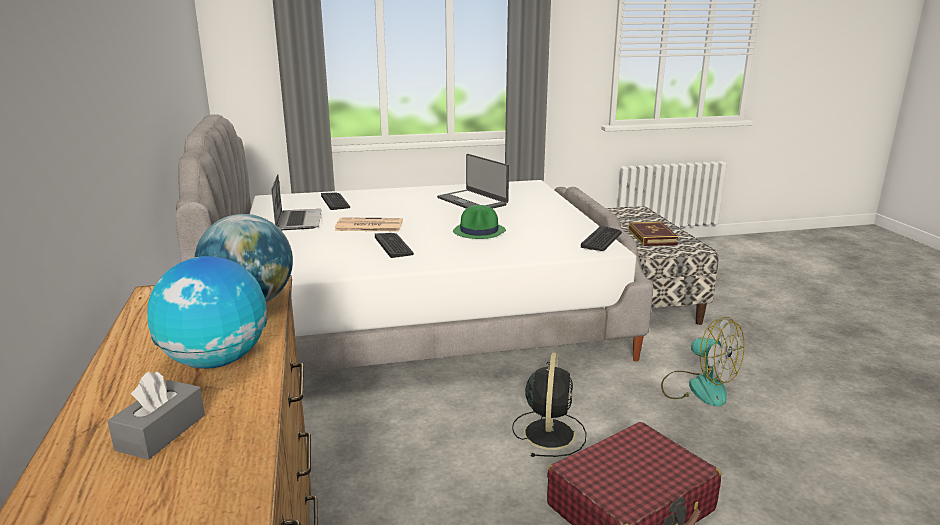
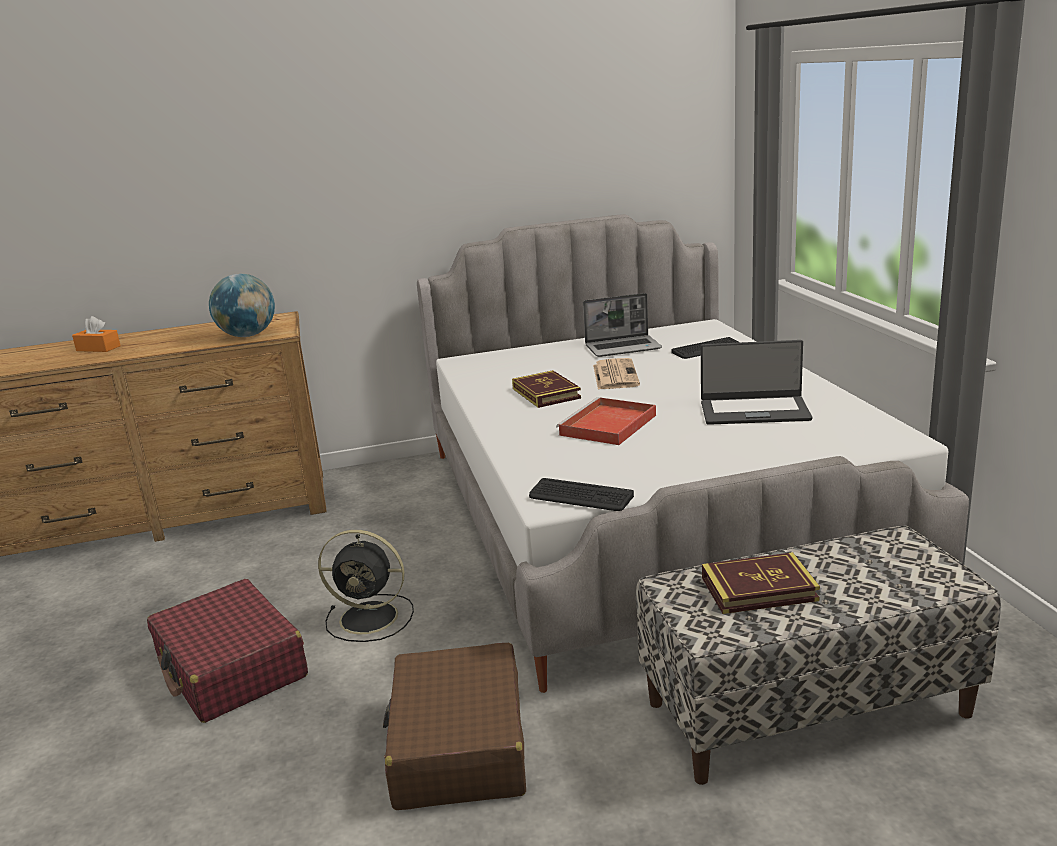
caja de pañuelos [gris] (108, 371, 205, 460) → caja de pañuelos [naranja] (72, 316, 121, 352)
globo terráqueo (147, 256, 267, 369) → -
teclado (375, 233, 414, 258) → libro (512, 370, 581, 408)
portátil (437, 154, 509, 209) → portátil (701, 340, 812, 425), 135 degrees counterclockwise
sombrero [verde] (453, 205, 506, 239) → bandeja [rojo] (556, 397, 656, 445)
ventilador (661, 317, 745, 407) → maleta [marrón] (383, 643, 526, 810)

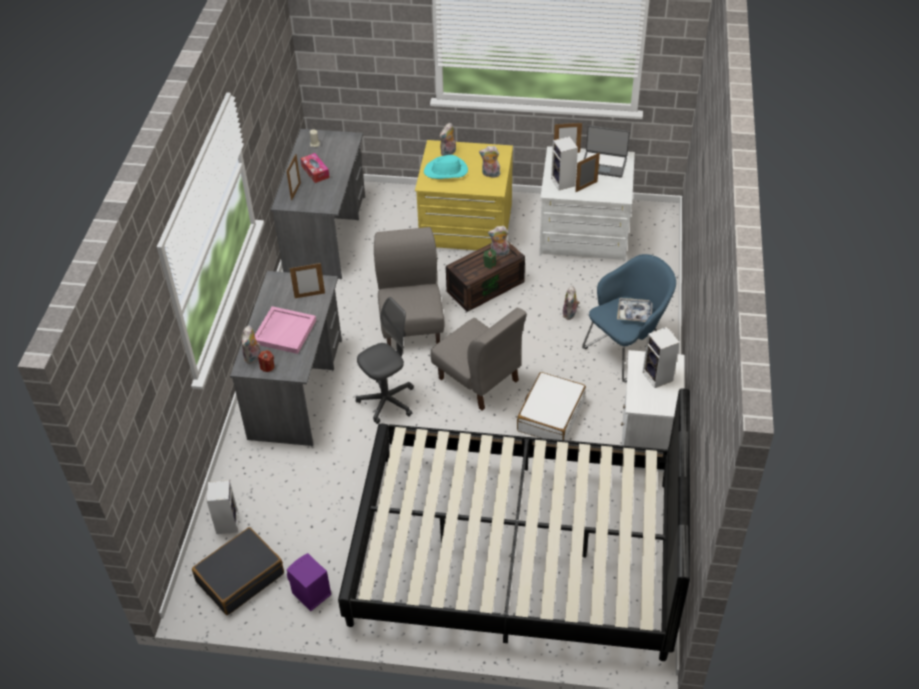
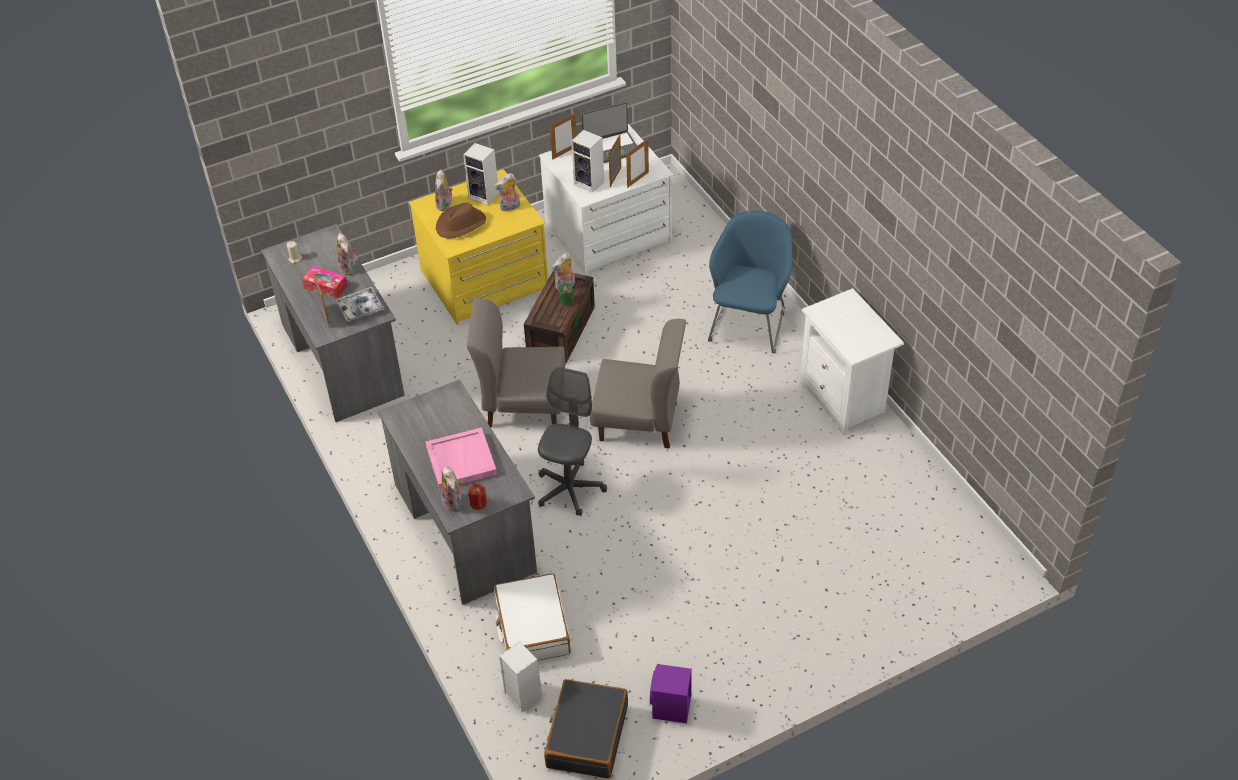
portarretratos (290, 263, 325, 298) → portarretratos (626, 139, 649, 188), relocated
cama [negro] (338, 388, 690, 661) → -
silla [gris] (374, 227, 445, 346) → silla [gris] (467, 298, 566, 428), 45 degrees counterclockwise
sombrero [turquesa] (424, 155, 468, 179) → sombrero [marrón] (436, 203, 486, 239)
maleta [blanco] (517, 372, 586, 440) → maleta [blanco] (494, 573, 570, 660), relocated
peluche (562, 286, 580, 320) → peluche (337, 233, 356, 275), relocated
bandeja (617, 298, 653, 322) → bandeja (336, 287, 384, 322), relocated
altavoz (643, 327, 680, 388) → altavoz (463, 143, 499, 205), relocated

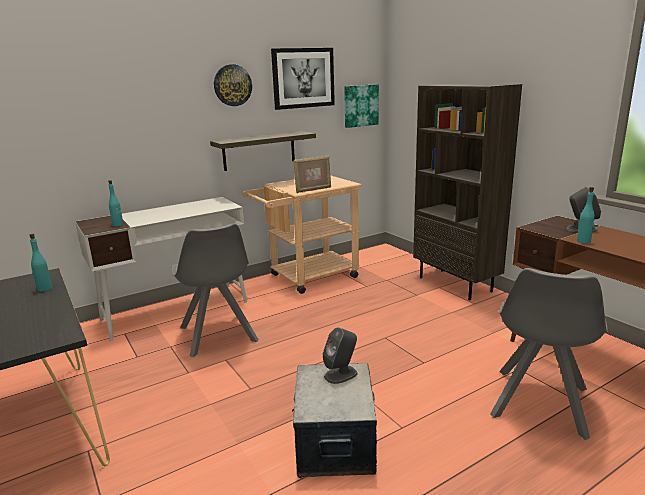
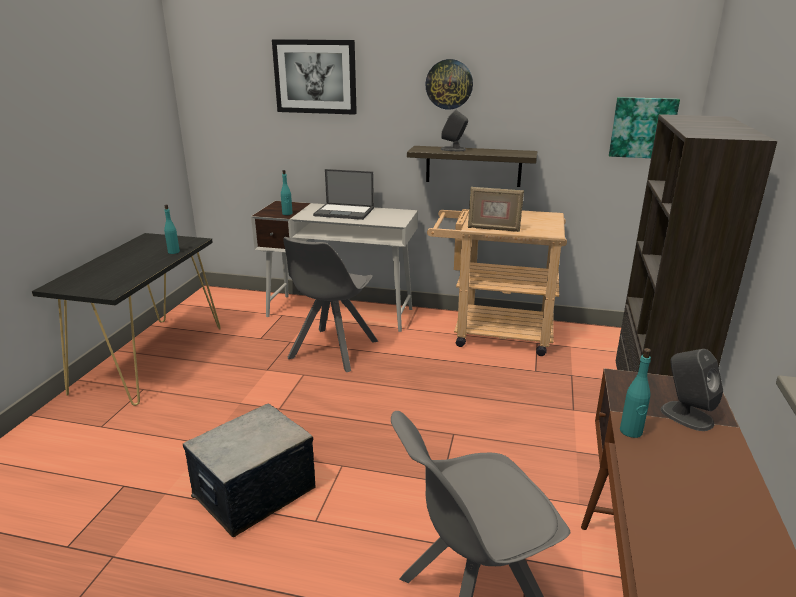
cuadro (271, 48, 335, 110) → cuadro (272, 39, 357, 115), relocated
altavoz [gris] (323, 327, 358, 384) → altavoz [gris] (440, 110, 468, 151), relocated
- → portátil (313, 169, 374, 220)

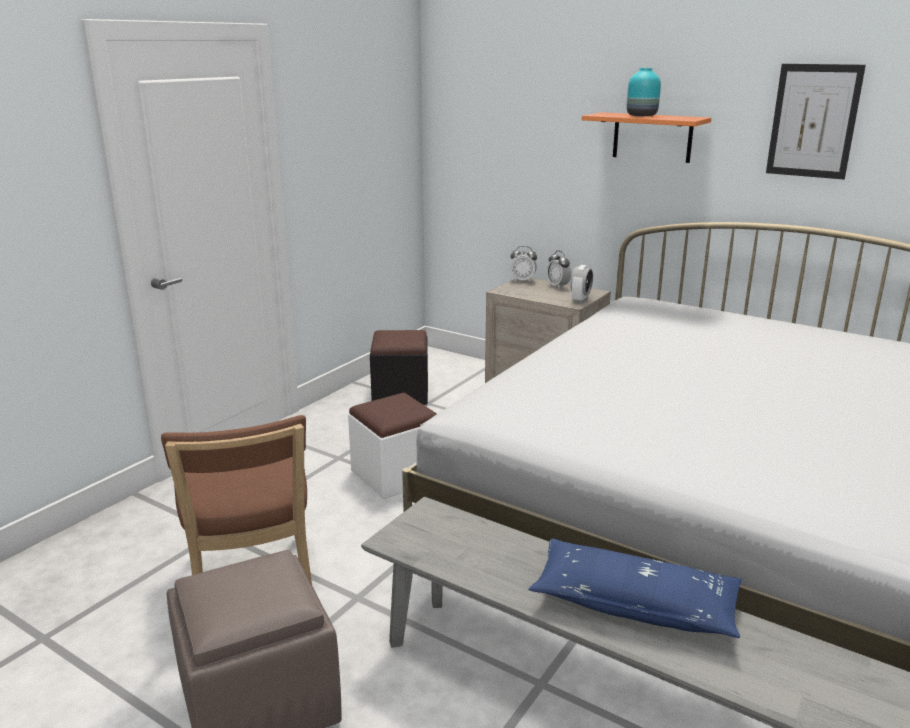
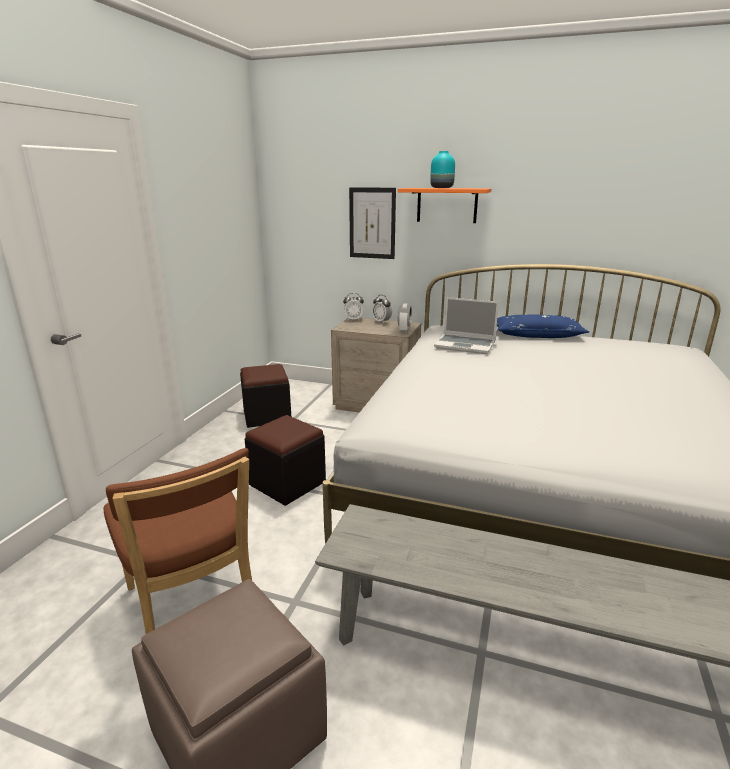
puf [blanco] (348, 393, 437, 499) → puf [negro] (245, 415, 326, 506)
cojín [azul] (528, 539, 741, 638) → cojín [azul] (497, 315, 589, 338), relocated
cuadro (766, 64, 866, 179) → cuadro (349, 187, 396, 259), relocated
- → portátil (434, 297, 499, 354)

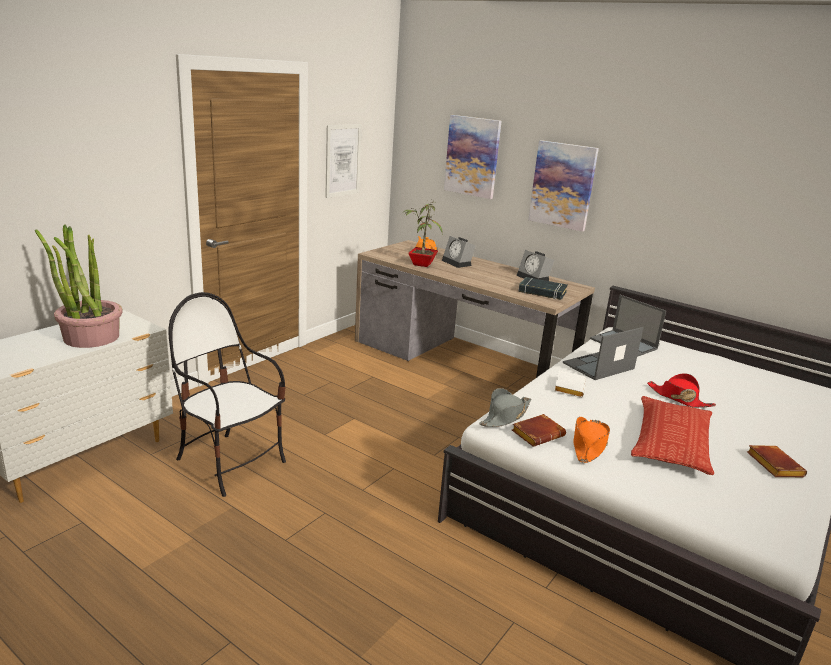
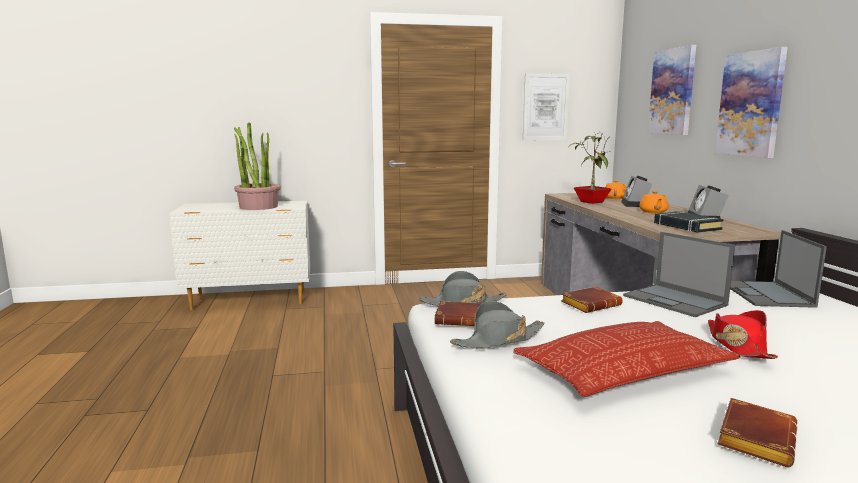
silla (168, 292, 286, 497) → -
libro [blanco] (554, 370, 586, 398) → libro [marrón] (561, 287, 623, 313)
portátil (563, 327, 643, 380) → portátil (623, 232, 735, 317), 135 degrees counterclockwise
sombrero [naranja] (573, 417, 610, 463) → sombrero [gris] (450, 301, 545, 349)
- → tetera [naranja] (639, 191, 669, 213)

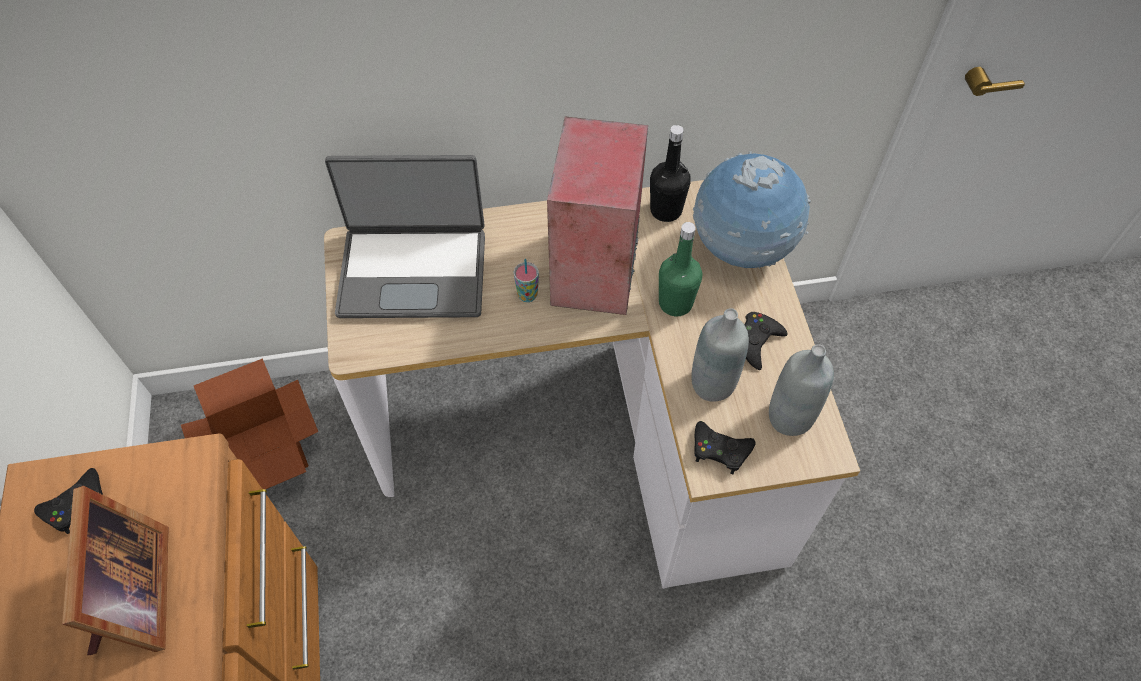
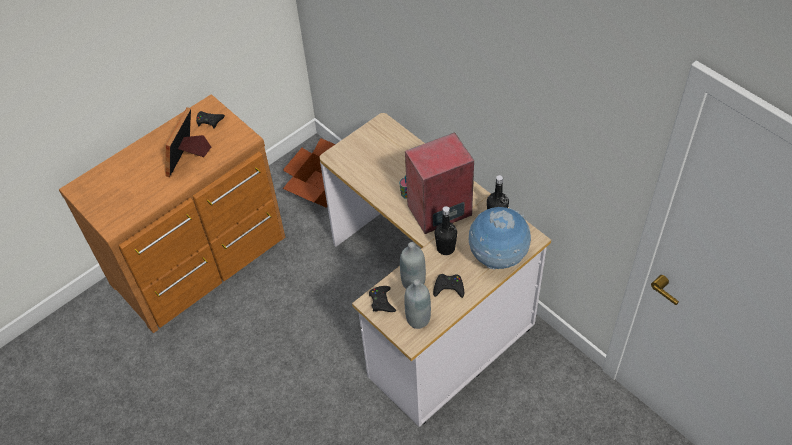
portarretratos (62, 486, 169, 655) → portarretratos (165, 107, 211, 177), 150 degrees clockwise
portátil (325, 155, 485, 318) → -
botella [verde] (659, 222, 703, 316) → botella [negro] (435, 206, 457, 255)

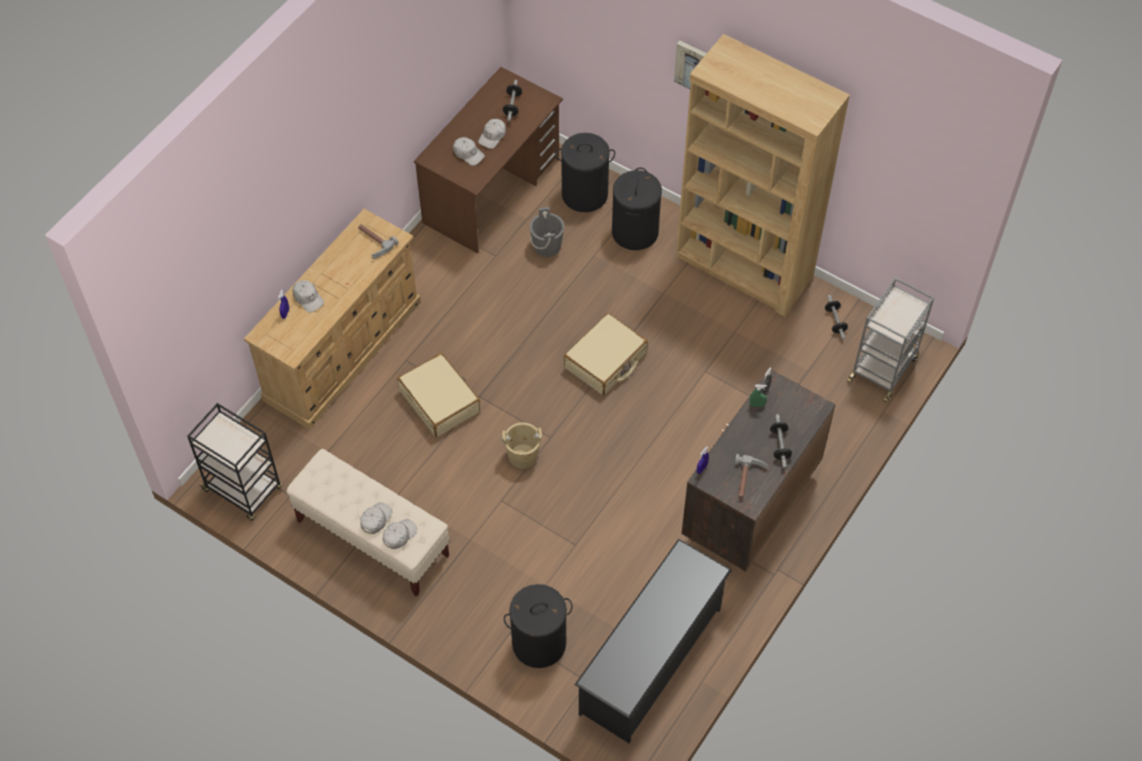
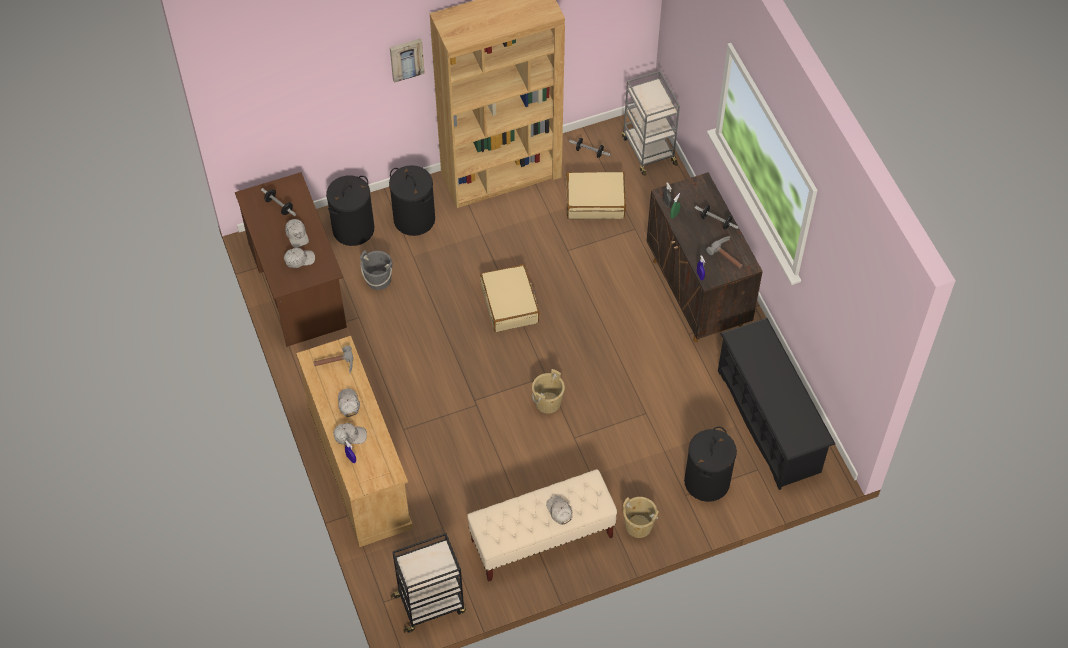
gorra [blanco] (383, 519, 417, 549) → gorra [blanco] (338, 388, 360, 417), relocated
maleta [beis] (397, 353, 480, 437) → maleta [beis] (566, 171, 626, 219), relocated
- → cubo [beis] (623, 497, 659, 538)

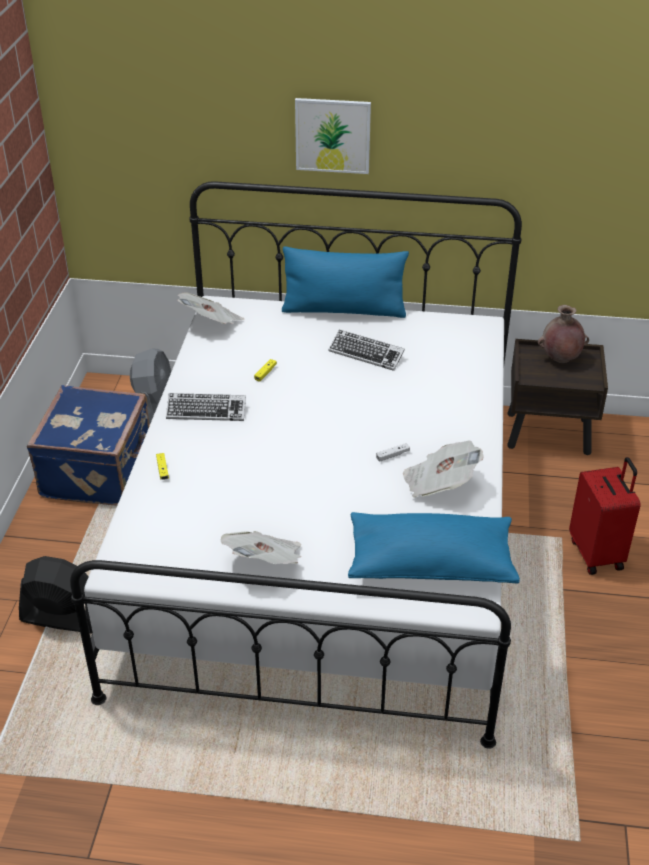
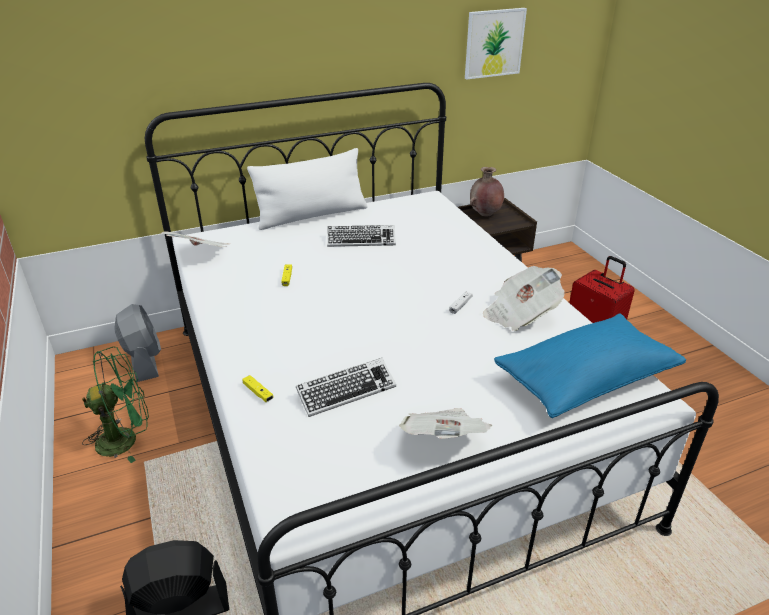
maleta [azul] (27, 385, 149, 506) → ventilador [verde] (82, 347, 149, 463)
teclado (166, 393, 246, 421) → teclado (296, 358, 396, 417), relocated
cojín [azul] (282, 247, 409, 318) → cojín [blanco] (247, 148, 367, 230)
cuadro (295, 98, 371, 174) → cuadro (465, 8, 527, 80), relocated

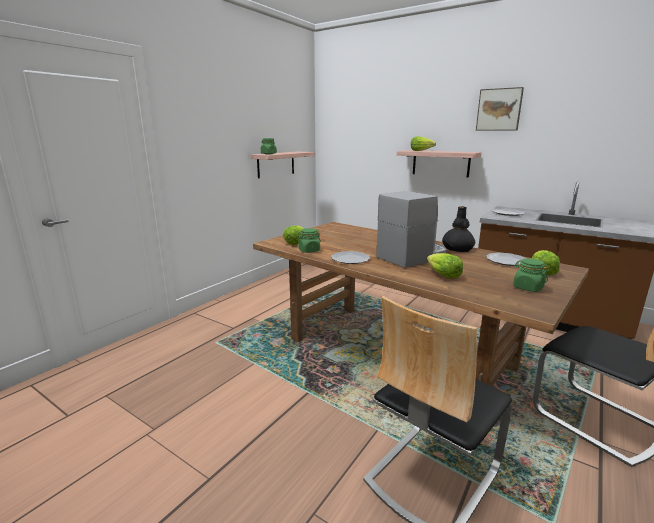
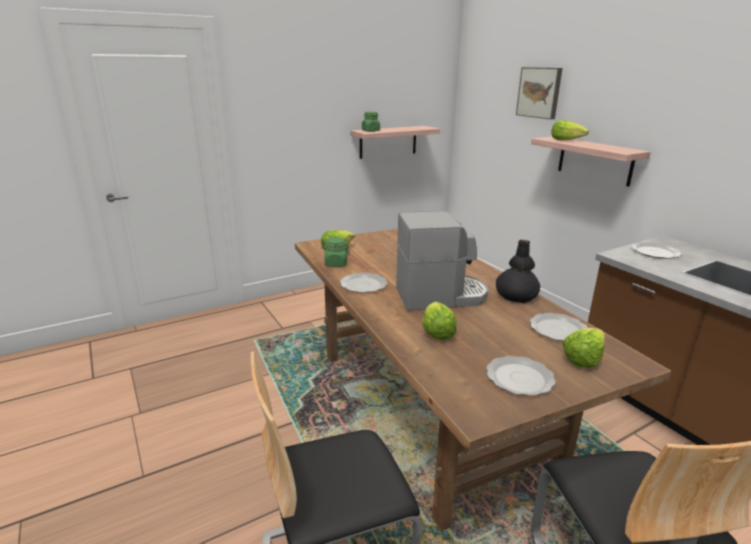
cuadro (476, 87, 524, 130) → cuadro (516, 67, 562, 119), relocated
tarro [verde] (513, 258, 549, 292) → plato (486, 356, 556, 396)

